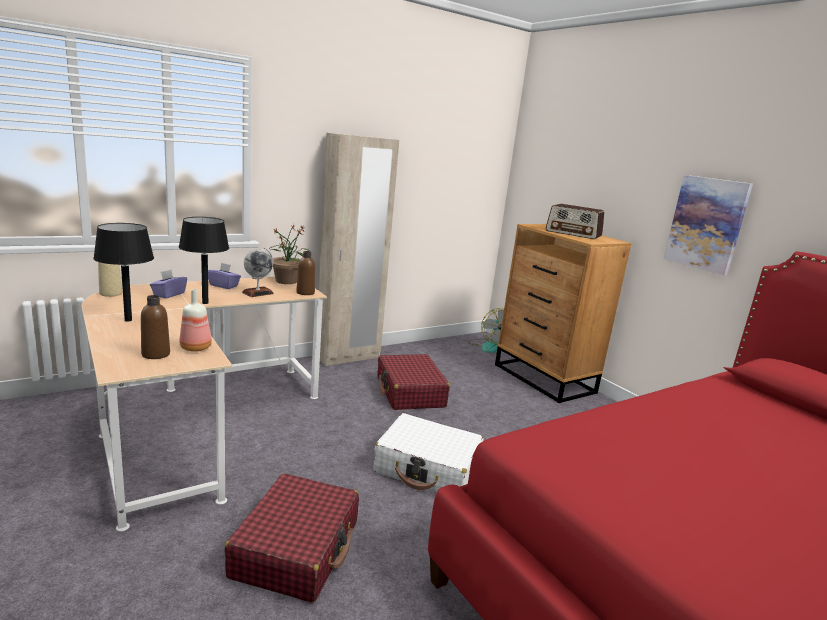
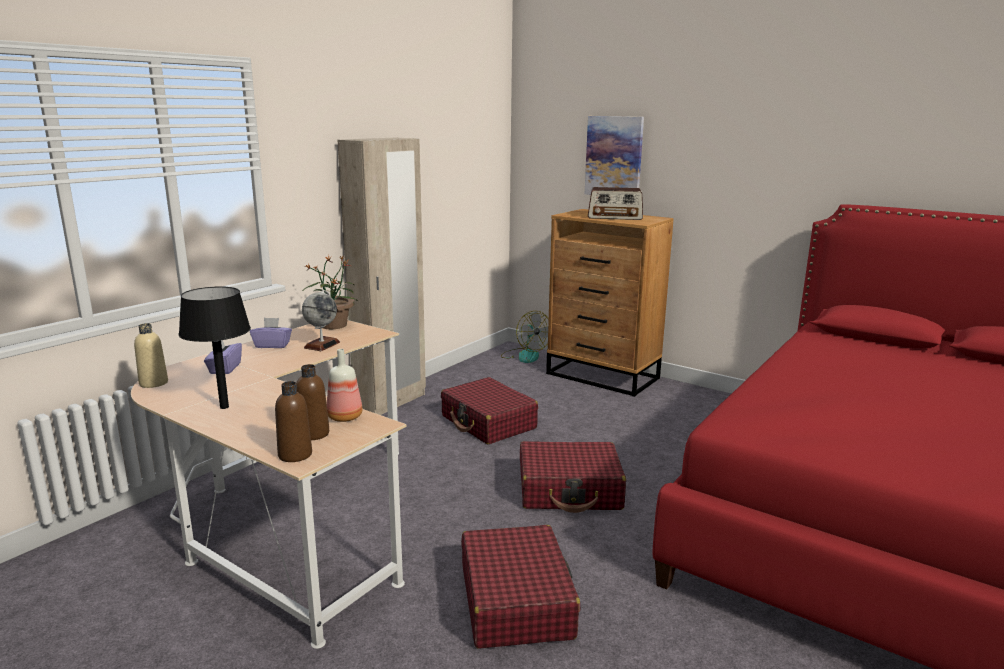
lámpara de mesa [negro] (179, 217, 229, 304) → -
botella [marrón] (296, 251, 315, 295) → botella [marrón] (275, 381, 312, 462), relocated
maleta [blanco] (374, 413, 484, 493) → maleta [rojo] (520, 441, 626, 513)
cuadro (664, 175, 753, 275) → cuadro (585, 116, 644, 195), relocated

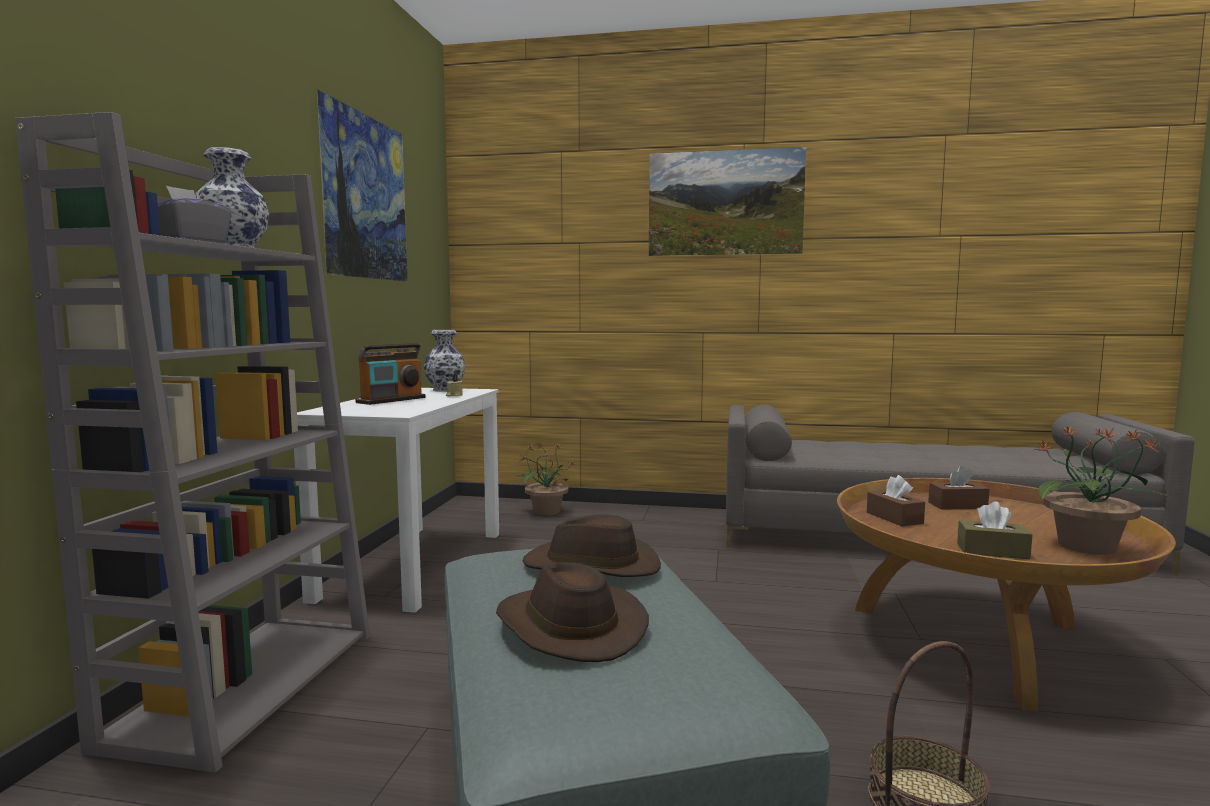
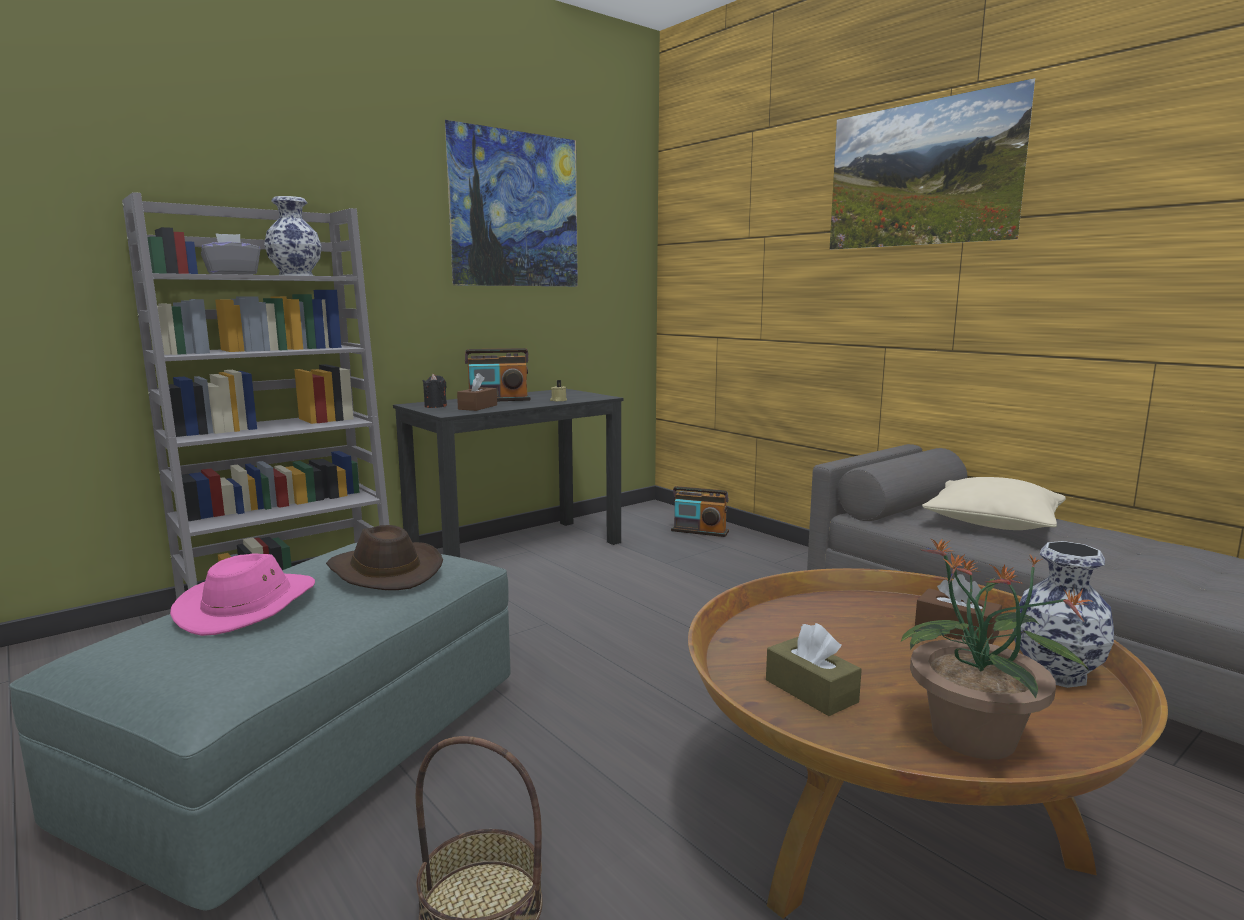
escritorio [blanco] (294, 388, 499, 613) → escritorio [negro] (393, 389, 624, 557)
florero (424, 330, 465, 392) → florero (1013, 541, 1114, 688), relocated
sombrero [marrón] (496, 562, 649, 662) → sombrero [rosa] (170, 554, 315, 636)
planta en maceta (515, 442, 575, 516) → radio (671, 486, 729, 537)
caja de pañuelos [marrón] (867, 475, 925, 526) → caja de pañuelos [marrón] (457, 373, 497, 411), relocated
- → vela [negro] (422, 374, 447, 408)
- → cojín [beis] (922, 477, 1066, 530)

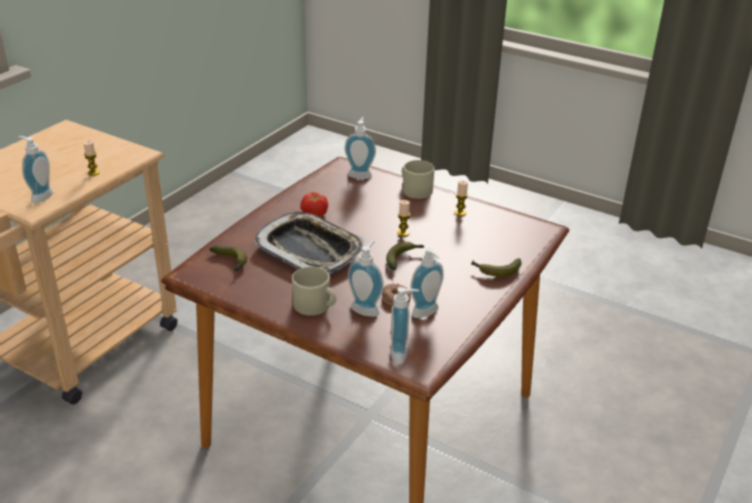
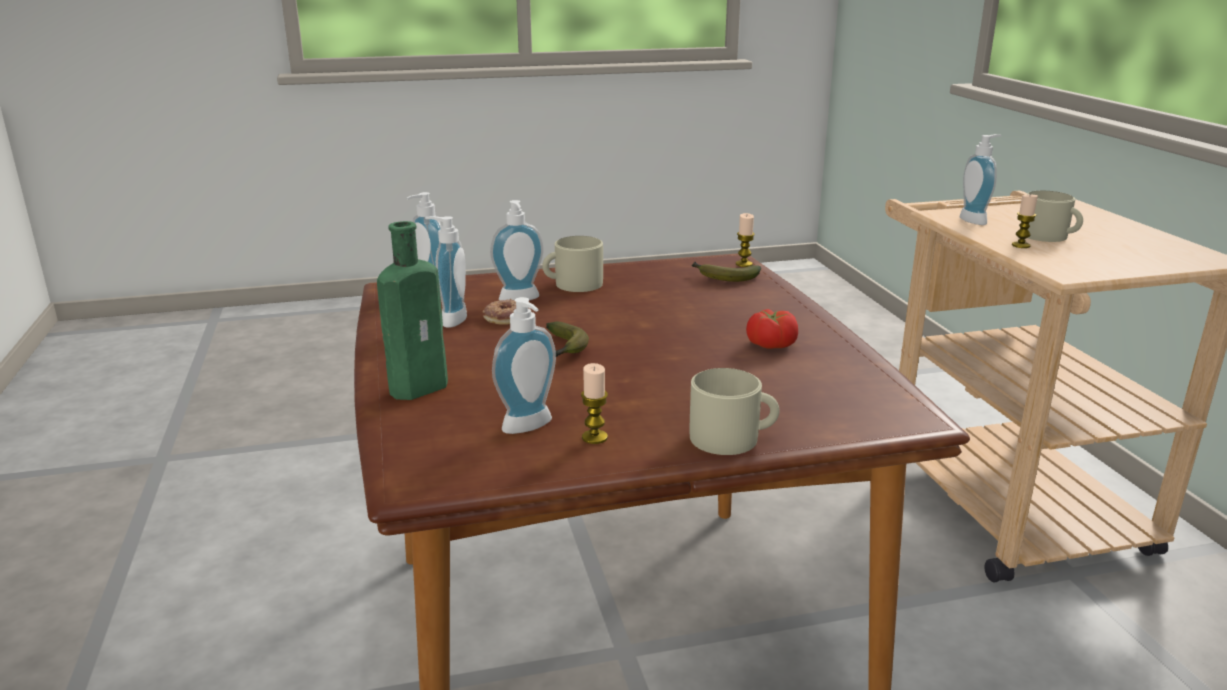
bandeja (253, 212, 364, 274) → -
dispensador de jabón (345, 117, 376, 179) → dispensador de jabón (492, 297, 556, 434), relocated
vela (397, 200, 411, 237) → vela (736, 213, 755, 267), relocated
plátano (471, 258, 521, 277) → botella [verde] (377, 221, 448, 400)
- → taza grande [beis] (1026, 191, 1083, 242)

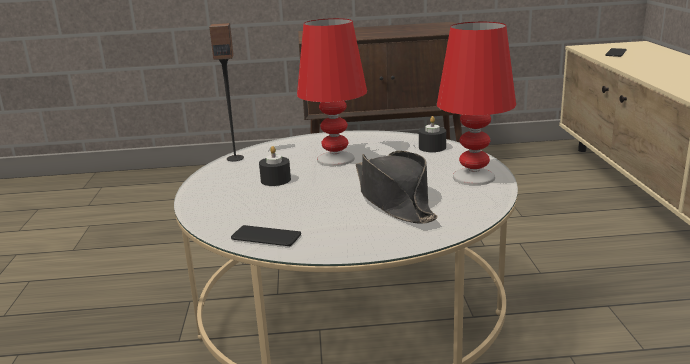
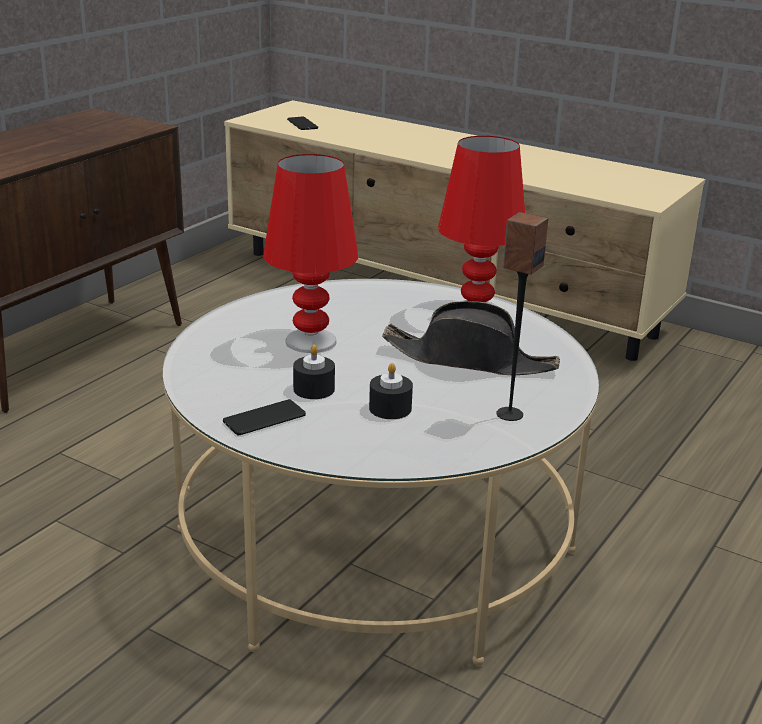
altavoz (209, 23, 244, 161) → altavoz (496, 212, 548, 421), relocated
móvil (231, 225, 301, 246) → móvil (223, 399, 306, 436), relocated
vela [negro] (419, 116, 446, 152) → vela [negro] (369, 363, 413, 419), relocated

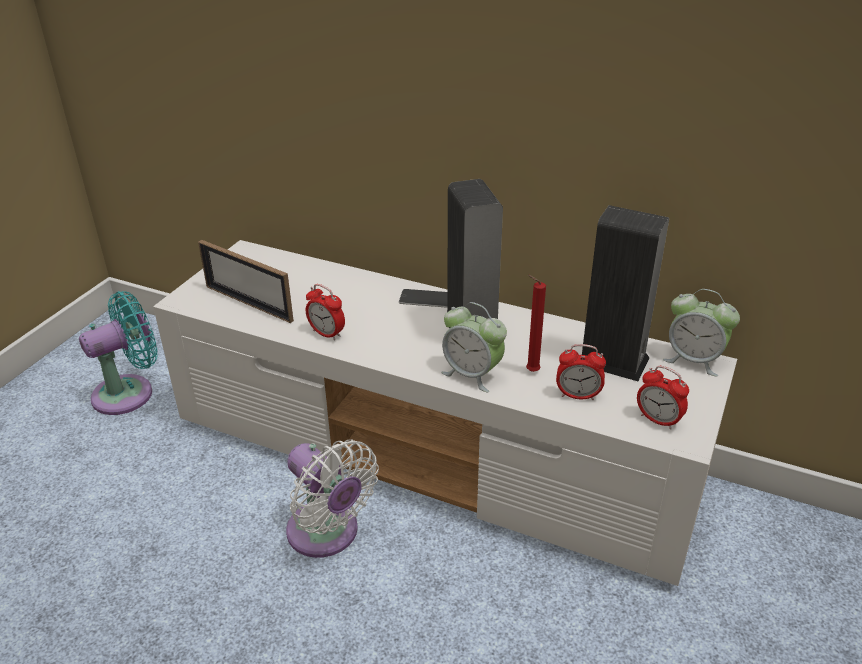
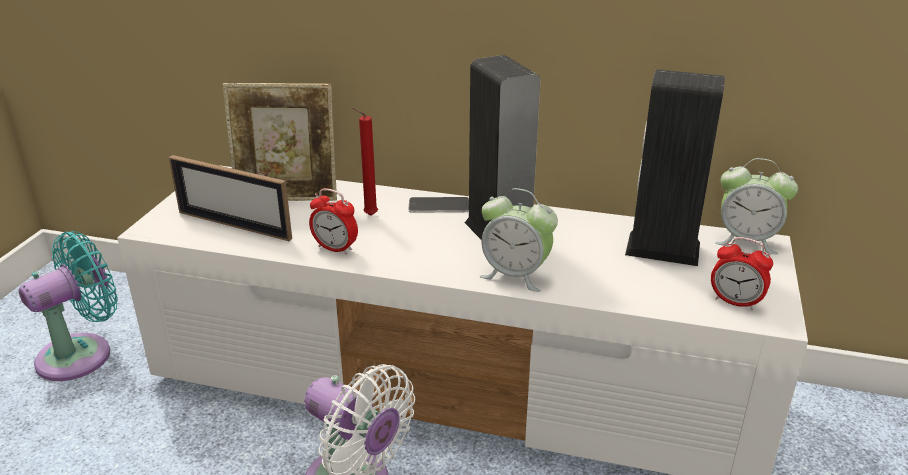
vela [rojo] (526, 275, 546, 372) → vela [rojo] (351, 107, 378, 215), relocated
despertador (556, 344, 606, 400) → -
- → portarretratos (223, 83, 337, 201)

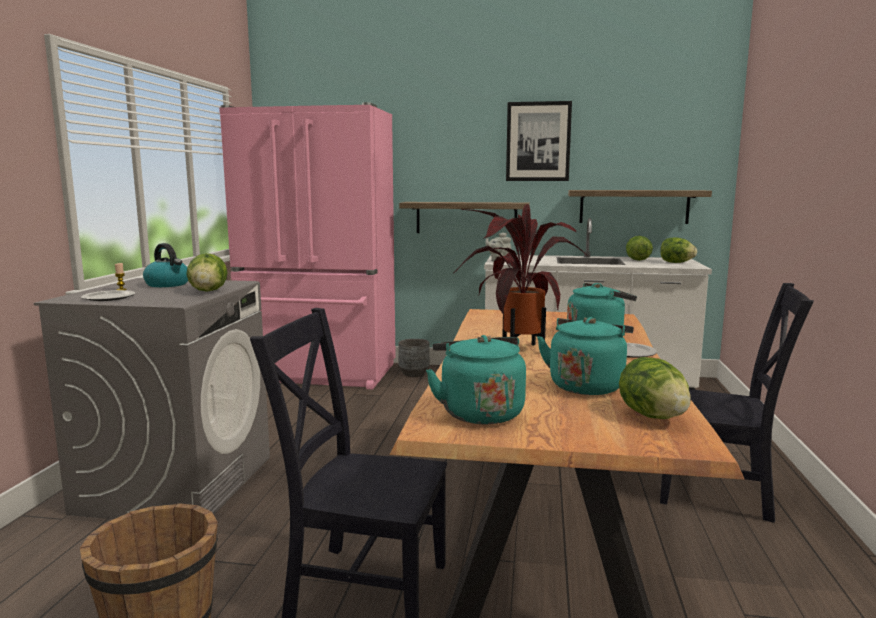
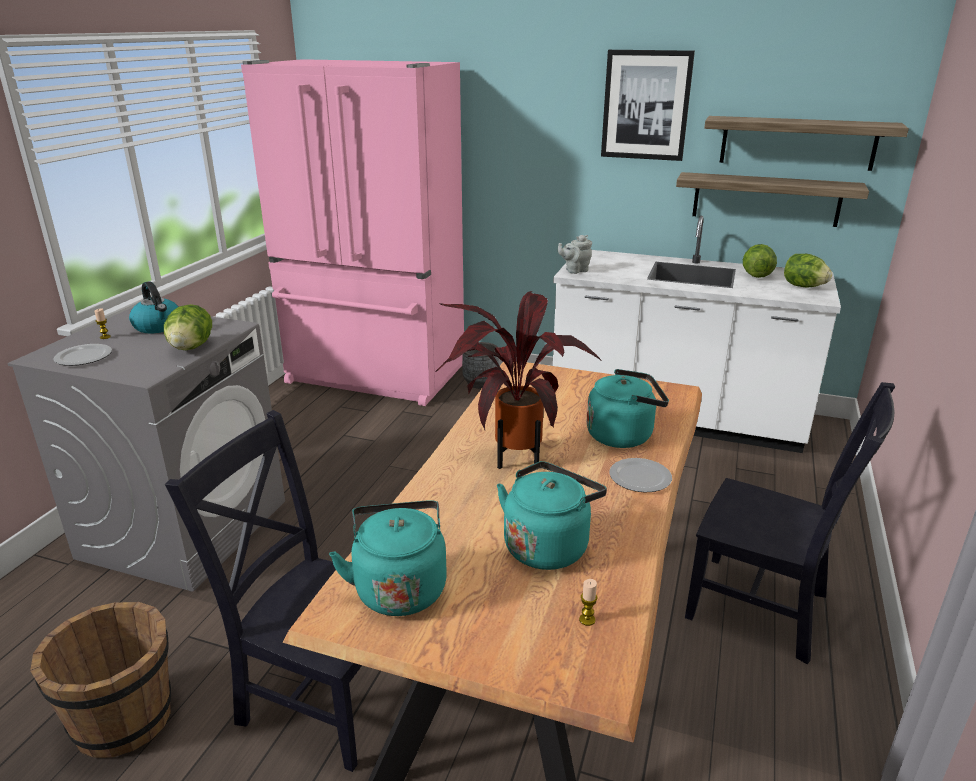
estante (399, 202, 530, 233) → estante (704, 116, 909, 171), relocated
lechuga (619, 357, 691, 419) → vela (579, 579, 597, 626)

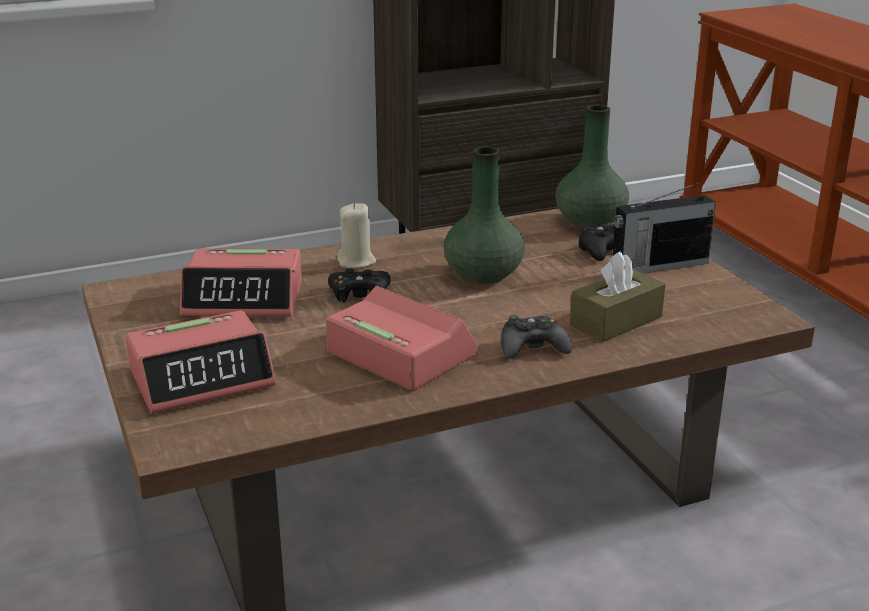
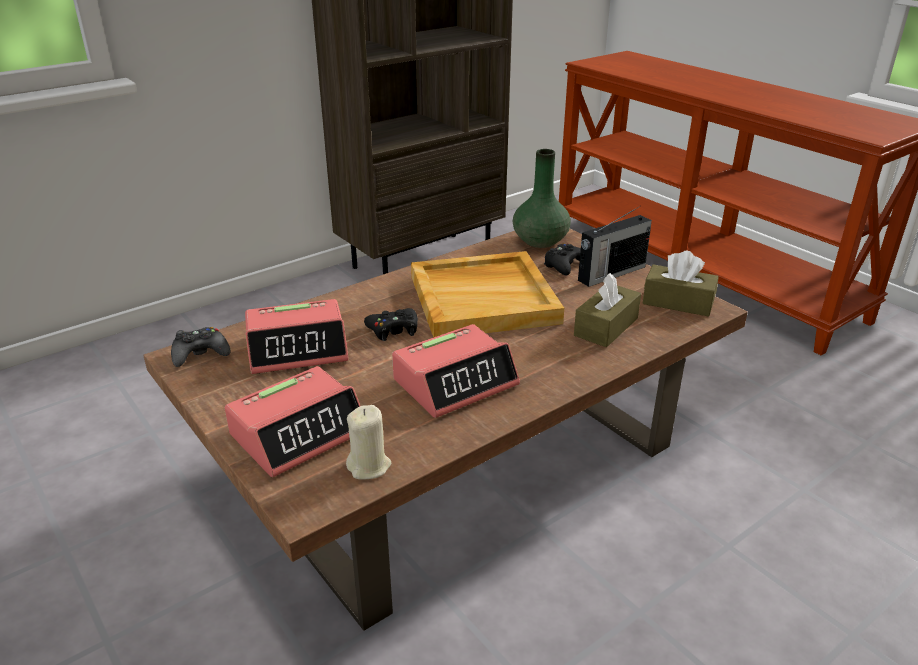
despertador (326, 286, 478, 390) → despertador (392, 324, 520, 418), 120 degrees clockwise
vela [beis] (337, 203, 376, 268) → vela [beis] (346, 405, 391, 480), relocated
florero [verde] (443, 147, 525, 284) → bandeja [beis] (411, 251, 564, 338)
mando de consola [negro] (501, 315, 572, 359) → mando de consola [negro] (171, 327, 230, 367), relocated
- → caja de pañuelos [marrón] (643, 251, 719, 317)

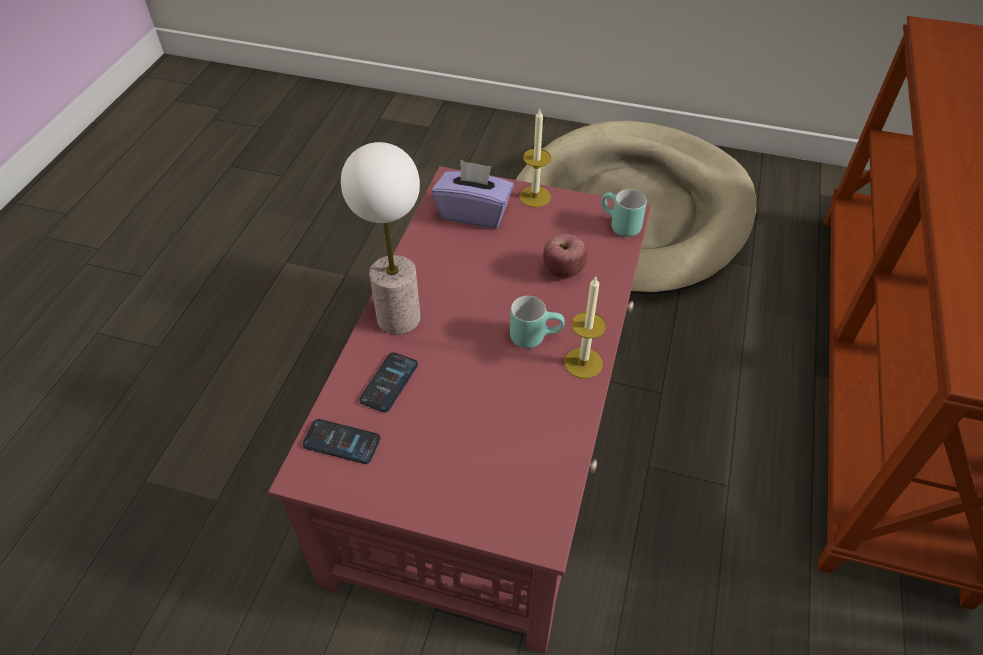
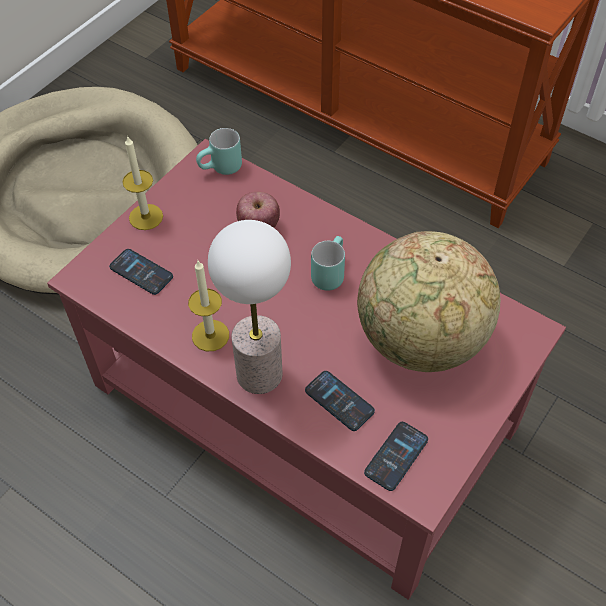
caja de pañuelos [morado] (432, 160, 514, 228) → móvil (109, 249, 173, 295)
vela (564, 277, 606, 378) → vela (188, 260, 229, 351), relocated
- → globo terráqueo (357, 231, 501, 372)

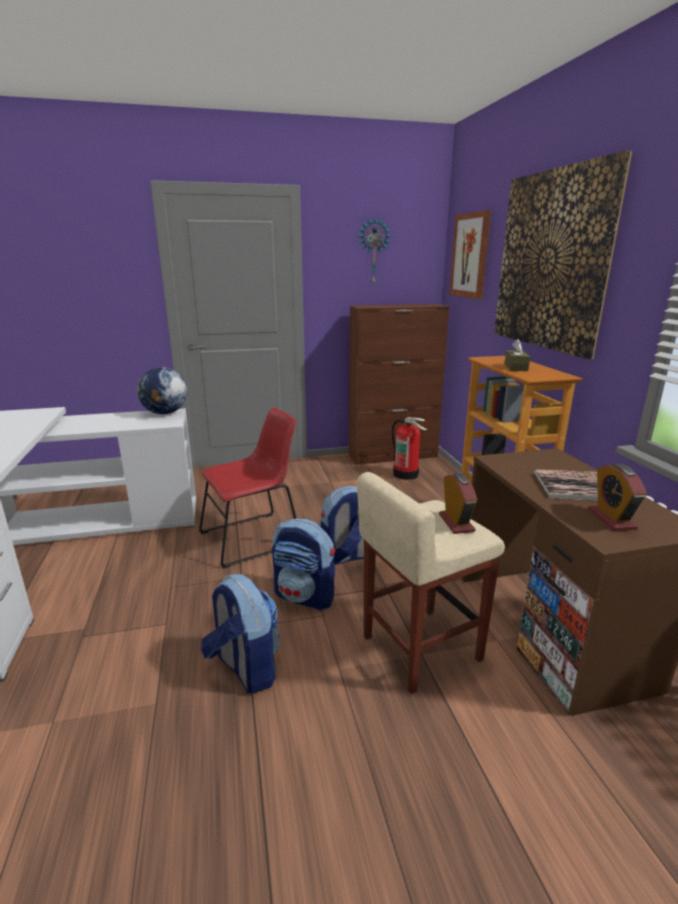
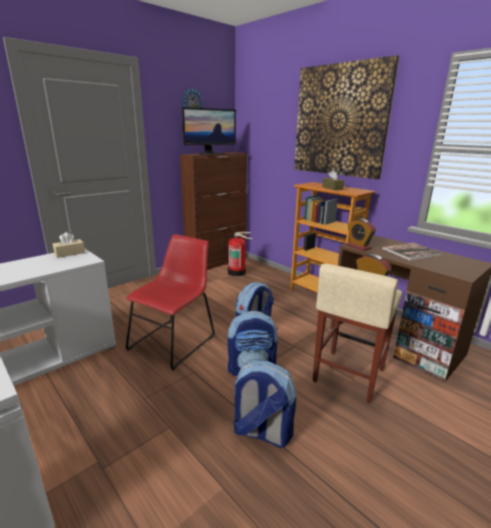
globo terráqueo (136, 367, 187, 414) → caja de pañuelos [beis] (53, 232, 85, 258)
cuadro (450, 210, 491, 299) → -
despertador (589, 463, 647, 531) → despertador (346, 218, 376, 251), relocated
- → monitor (182, 107, 236, 155)

